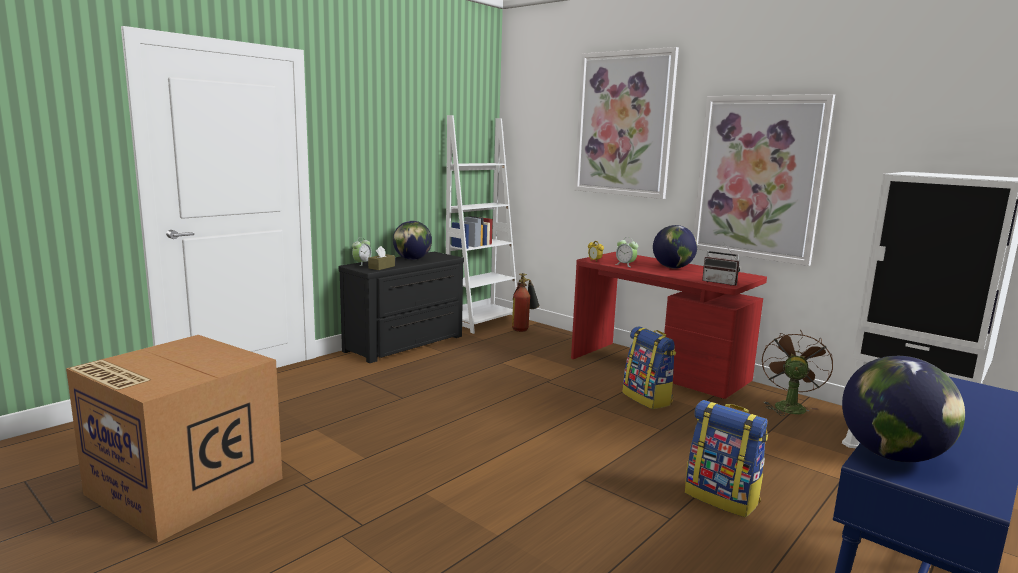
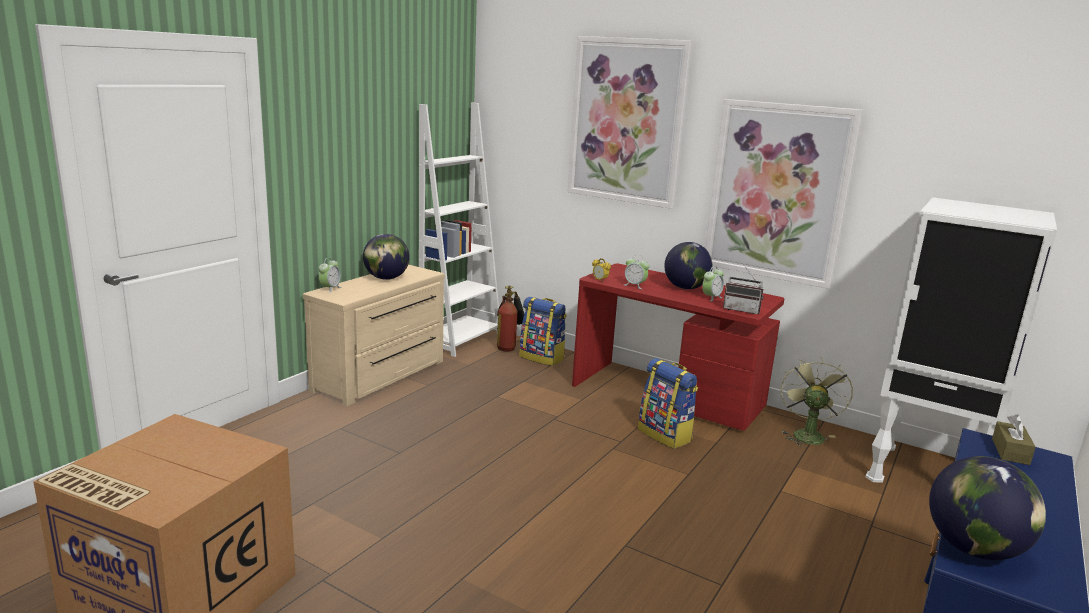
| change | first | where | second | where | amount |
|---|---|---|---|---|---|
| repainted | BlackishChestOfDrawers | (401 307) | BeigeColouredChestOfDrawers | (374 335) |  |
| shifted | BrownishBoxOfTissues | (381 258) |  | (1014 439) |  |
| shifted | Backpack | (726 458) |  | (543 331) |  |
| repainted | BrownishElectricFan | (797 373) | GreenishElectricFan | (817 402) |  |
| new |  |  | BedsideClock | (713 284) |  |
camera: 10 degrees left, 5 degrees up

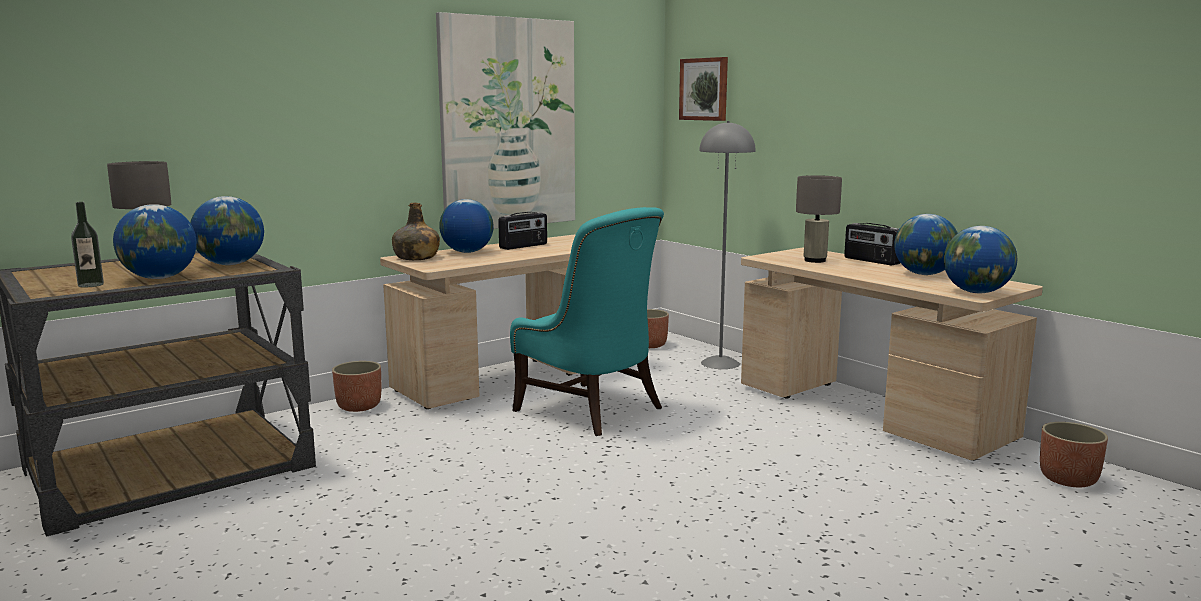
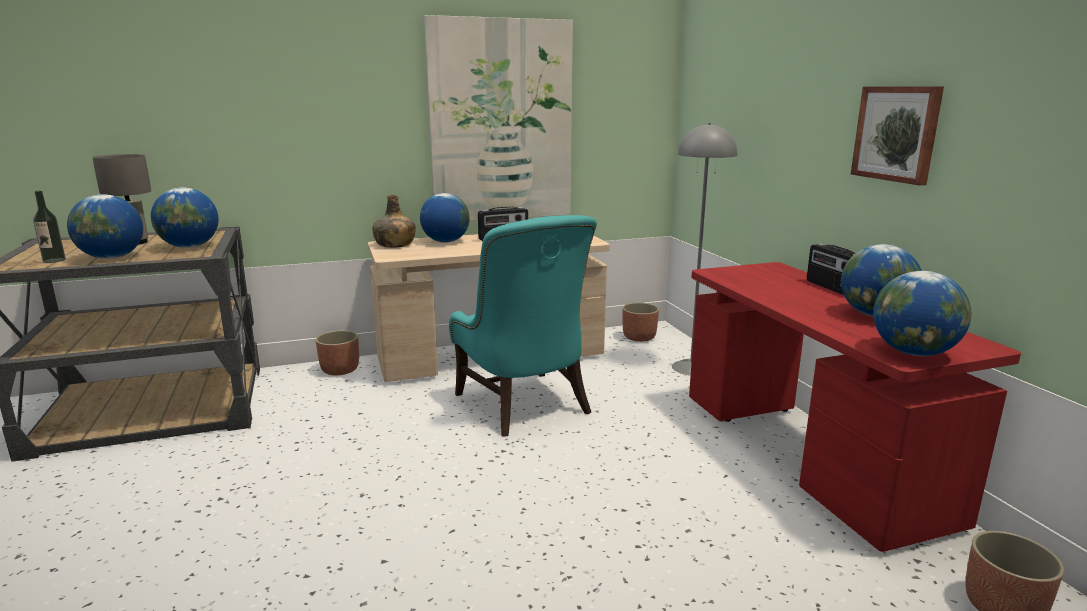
| change | first | where | second | where | amount |
|---|---|---|---|---|---|
| shifted | WallPicture | (703 89) |  | (897 136) |  |
| repainted | BeigeColouredDeskUnit | (892 354) | ReddishDeskUnit | (855 407) |  |
| gone | GrayTabletopLamp | (819 219) |  |  |  |
camera: 20 degrees right, 5 degrees up

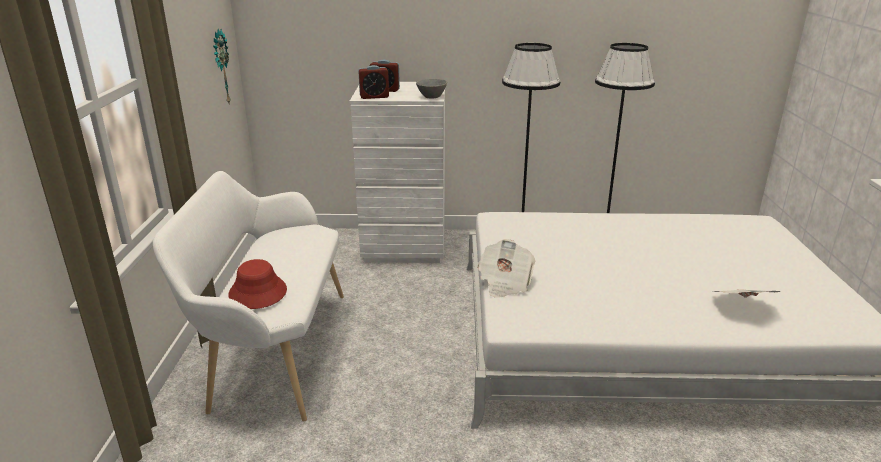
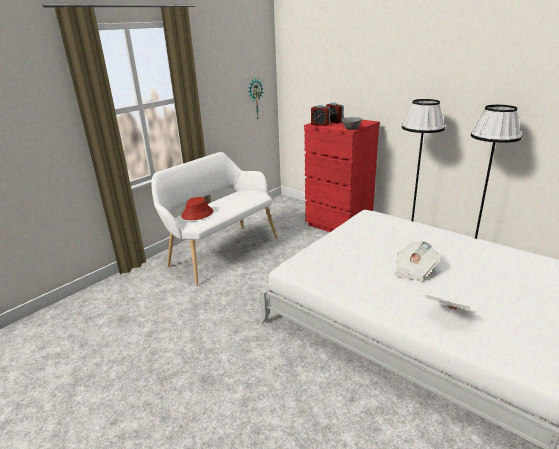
| change | first | where | second | where | amount |
|---|---|---|---|---|---|
| repainted | WhiteChestOfDrawers | (397 172) | ReddishChestOfDrawers | (342 174) |  |
| shifted | DailyPaper | (506 268) |  | (417 261) |  |
camera: 40 degrees right, 0 degrees up

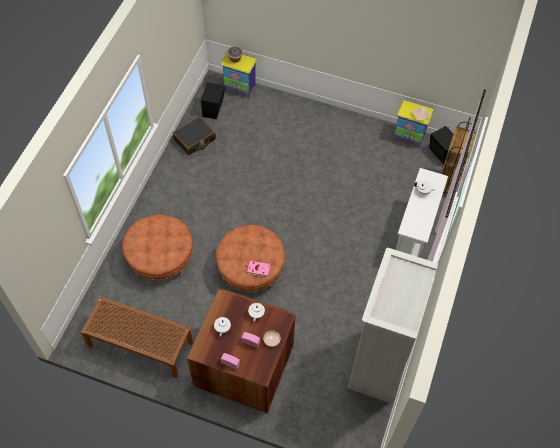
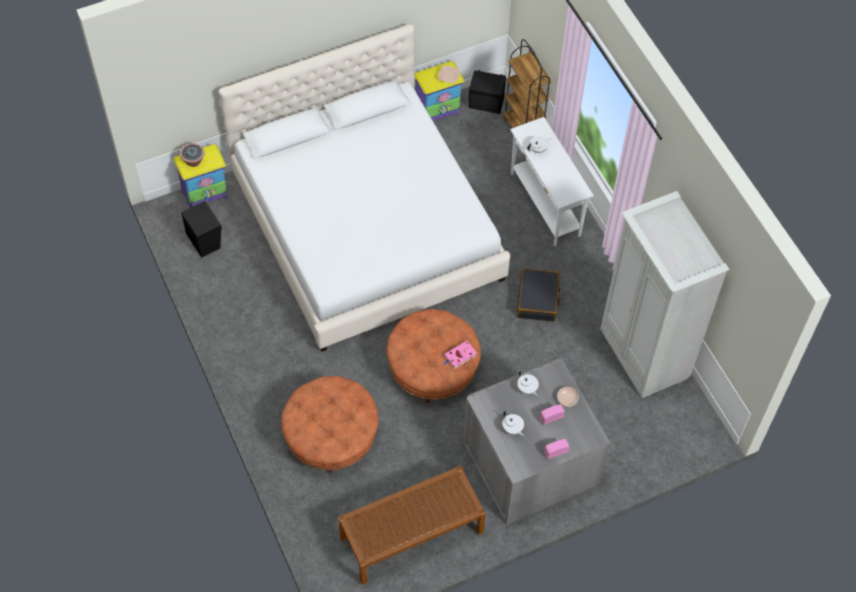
| change | first | where | second | where | amount |
|---|---|---|---|---|---|
| shifted | BlackishTravelCase | (194 135) |  | (539 295) |  |
| repainted | BrownishChestOfDrawers | (241 351) | GrayChestOfDrawers | (536 442) |  |
| new |  |  | WhiteBed | (364 188) |  |
camera: 45 degrees left, 0 degrees up

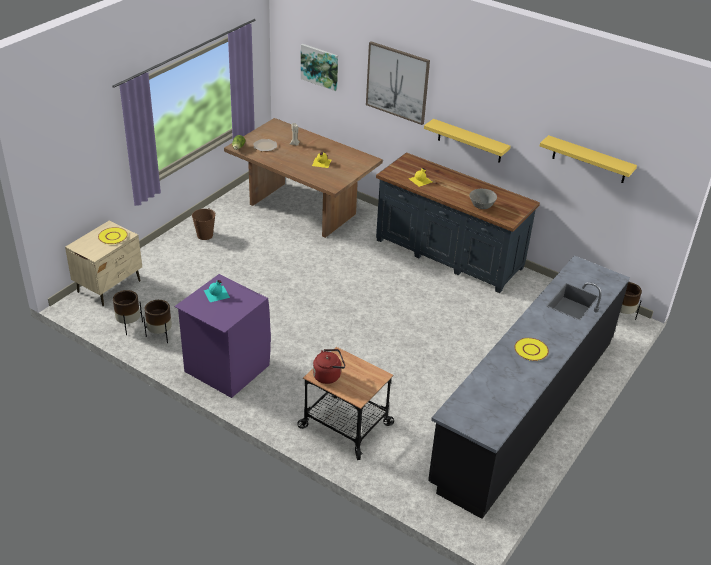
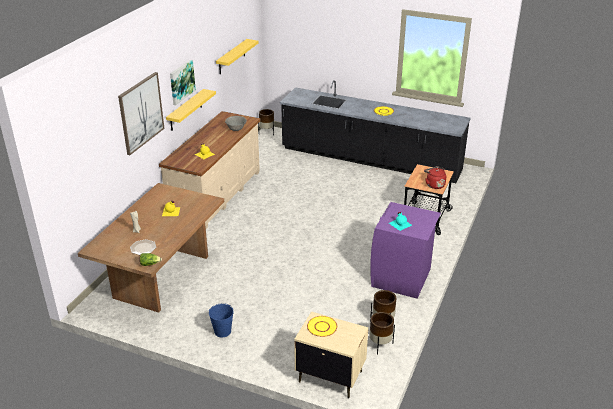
| change | first | where | second | where | amount |
|---|---|---|---|---|---|
| repainted | BrownishPail | (204 224) | BluePail | (221 320) |  |
| shifted | WallPicture | (319 67) |  | (183 82) |  |
| repainted | BlueChestOfDrawers | (458 222) | BeigeColouredChestOfDrawers | (210 170) |  |
camera: 100 degrees left, 5 degrees down

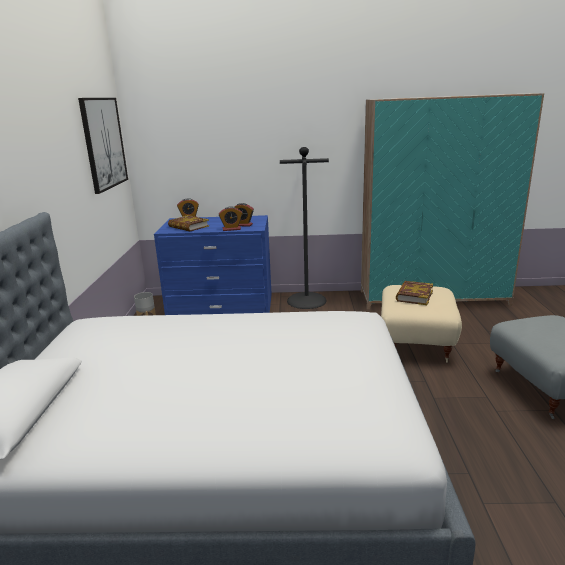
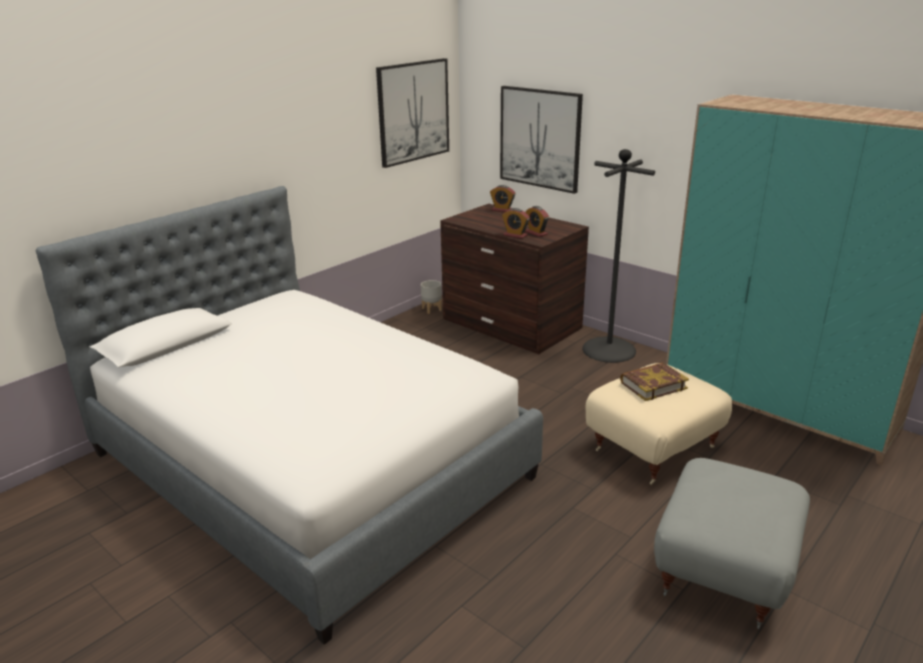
| change | first | where | second | where | amount |
|---|---|---|---|---|---|
| repainted | BlueChestOfDrawers | (213 265) | BrownishChestOfDrawers | (514 279) |  |
| gone | Volume | (188 223) |  |  |  |
| new |  |  | WallPicture | (541 140) |  |
camera: 40 degrees right, 5 degrees up

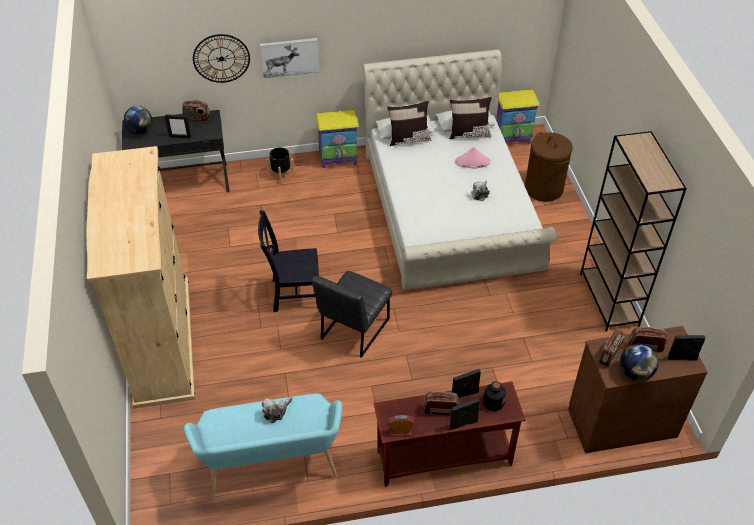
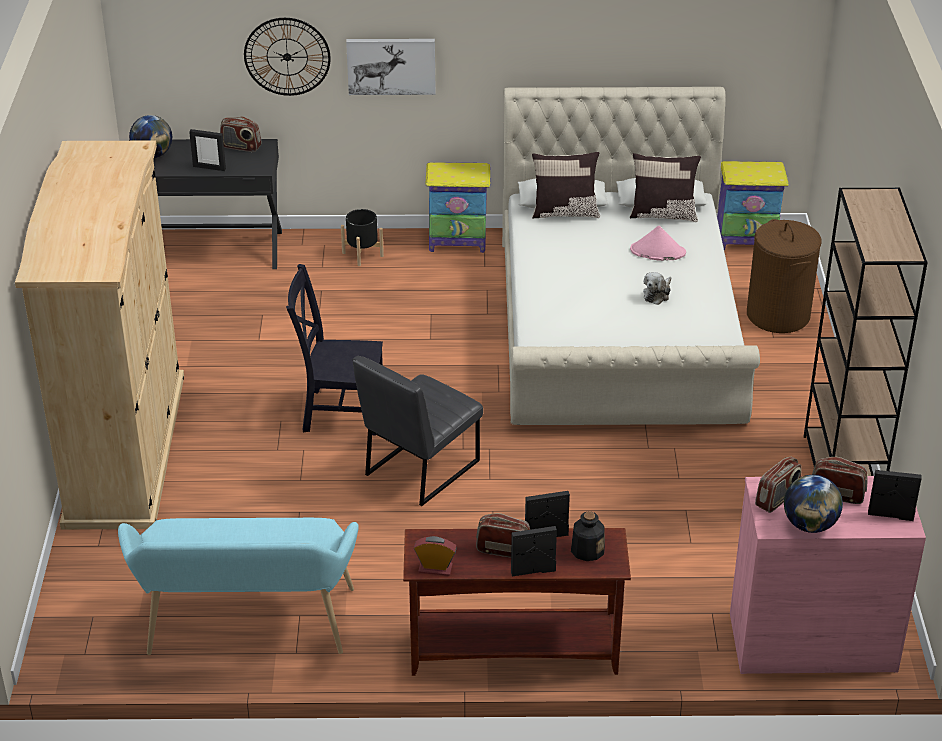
| change | first | where | second | where | amount |
|---|---|---|---|---|---|
| gone | PlushToy | (277 410) |  |  |  |
| repainted | BrownishChestOfDrawers | (637 390) | PinkColouredChestOfDrawers | (828 575) |  |
camera: 10 degrees right, 10 degrees down

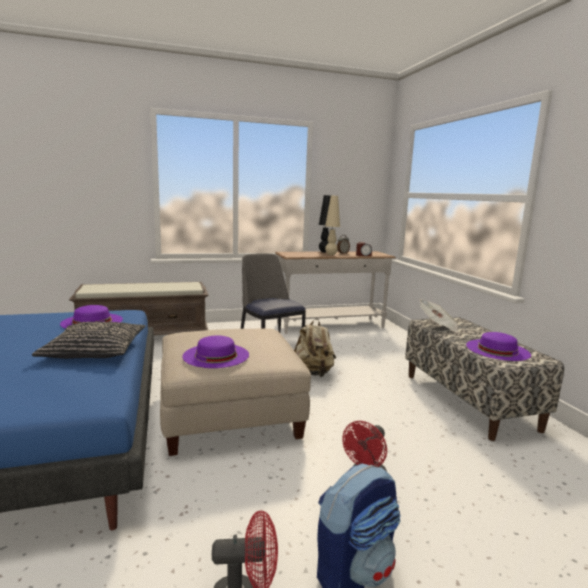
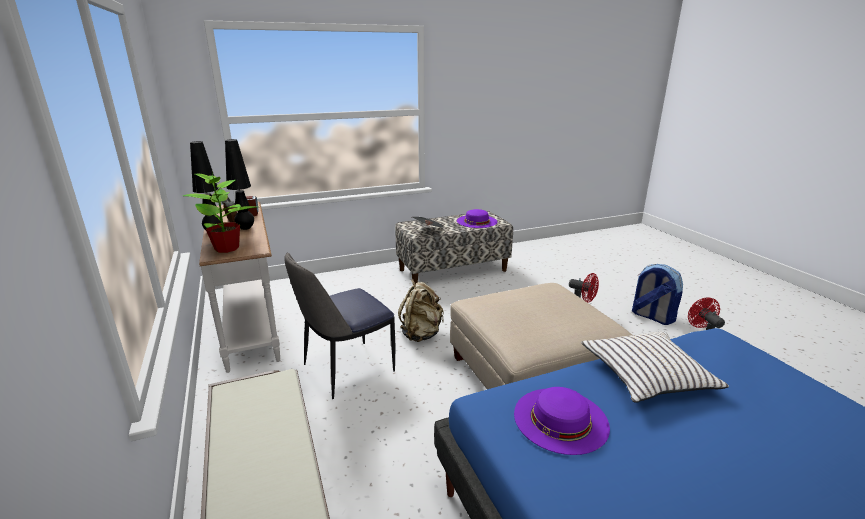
| change | first | where | second | where | amount |
|---|---|---|---|---|---|
| repainted | BlackishCushion | (88 340) | WhiteCushion | (655 367) |  |
| gone | PurplishHat | (215 351) |  |  |  |
| repainted | BeigeColouredTabletopLamp | (332 225) | BlackishTabletopLamp | (239 184) |  |
| new |  |  | PottedPlant | (220 213) |  |
camera: 95 degrees left, 10 degrees up

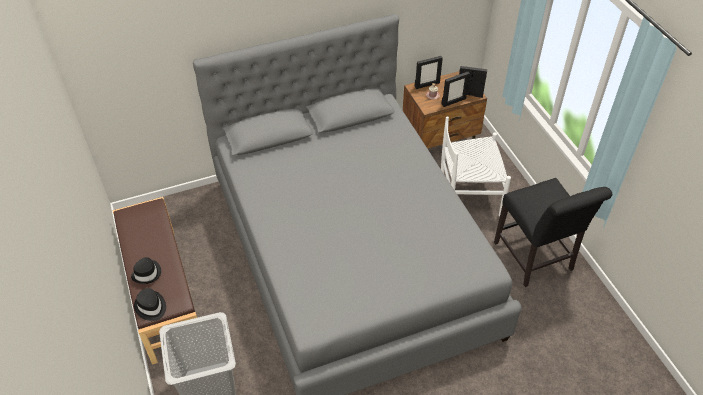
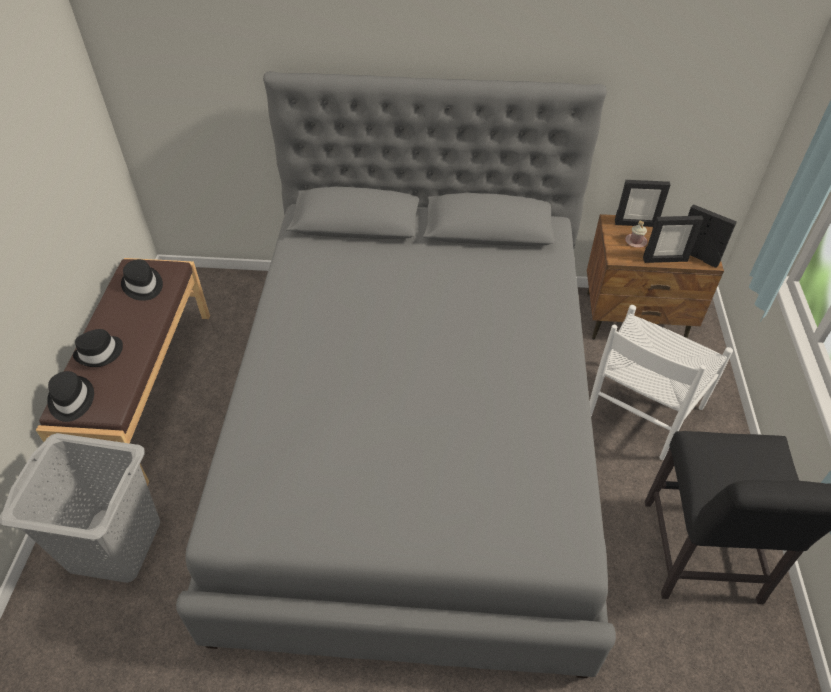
| change | first | where | second | where | amount |
|---|---|---|---|---|---|
| rotated | WhiteChair | (476 166) |  | (661 382) | 75 degrees counterclockwise |
| new |  |  | BlackishHat | (142 280) |  |
camera: 25 degrees right, 0 degrees up

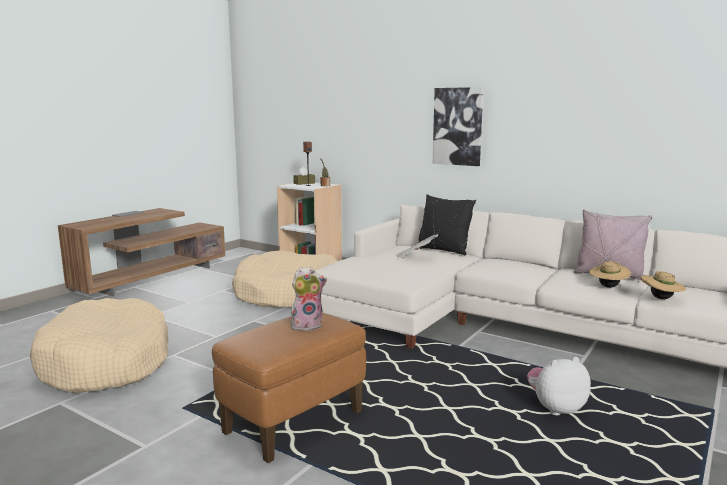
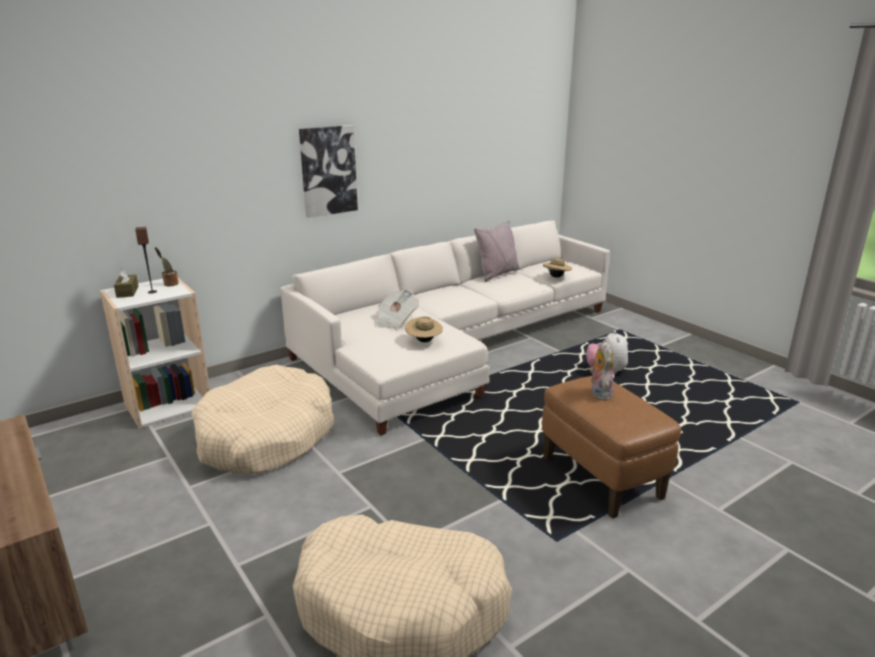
| change | first | where | second | where | amount |
|---|---|---|---|---|---|
| gone | BlackishCushion | (447 224) |  |  |  |
| shifted | BeigeColouredHat | (610 274) |  | (424 329) |  |
camera: 70 degrees left, 10 degrees up

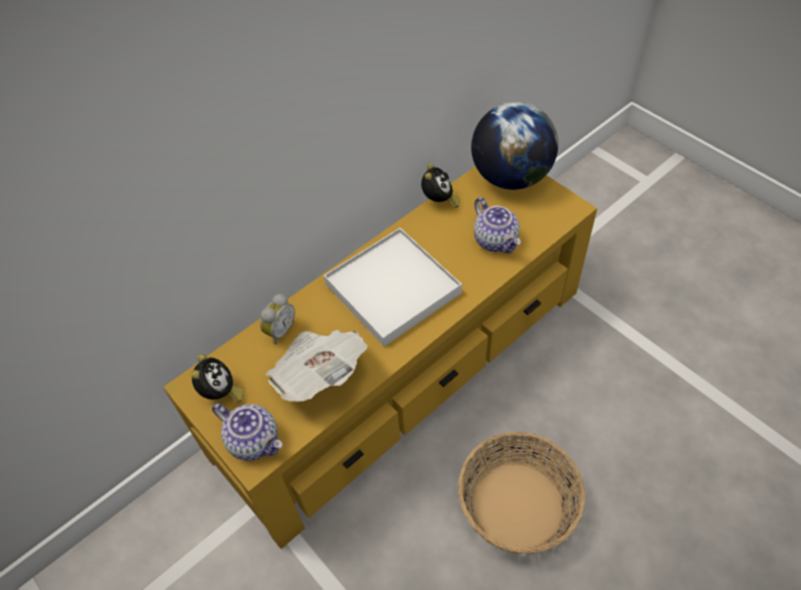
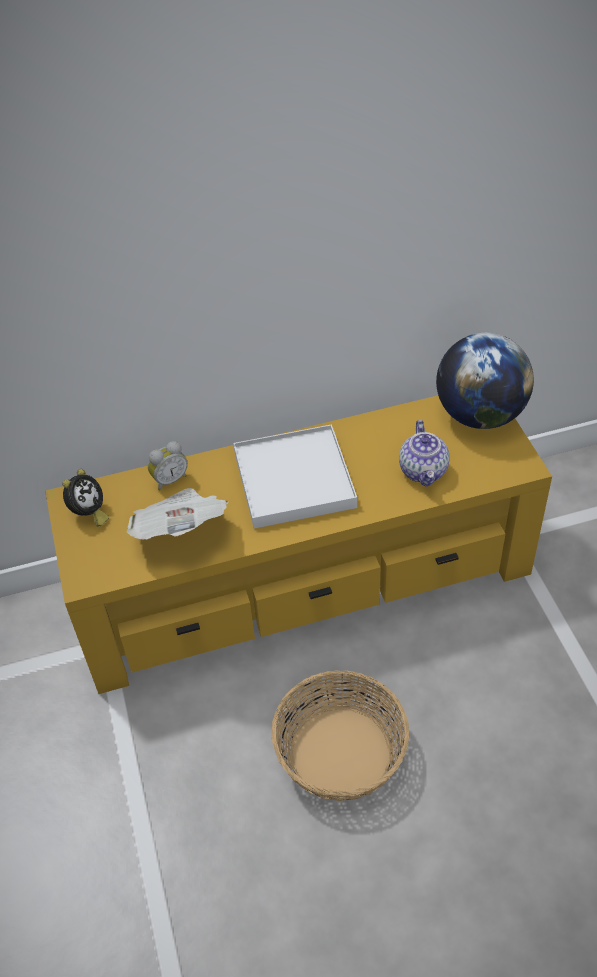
| change | first | where | second | where | amount |
|---|---|---|---|---|---|
| gone | PotForTea | (247 432) |  |  |  |
| gone | BedsideClock | (440 185) |  |  |  |
camera: 25 degrees right, 5 degrees down

